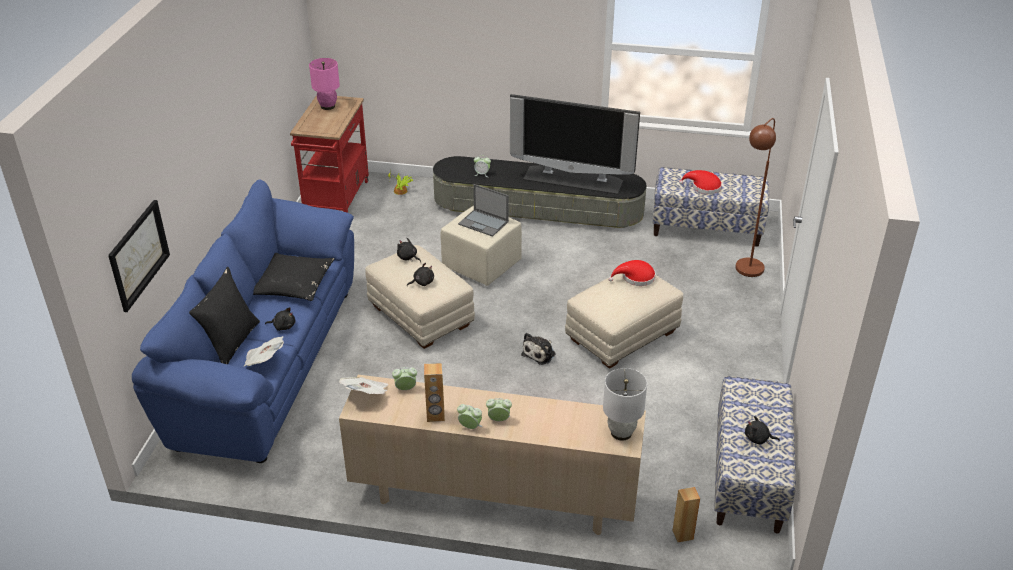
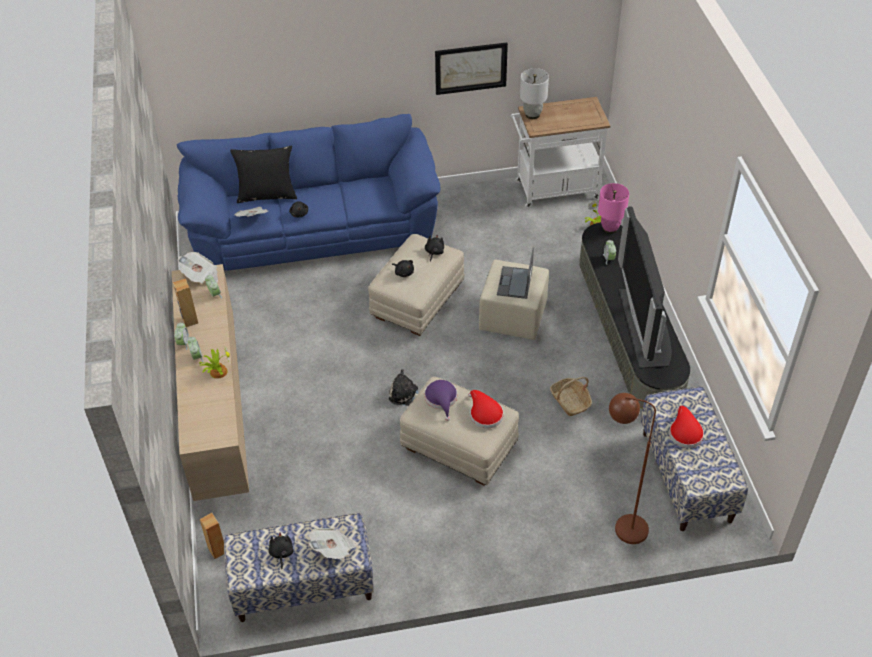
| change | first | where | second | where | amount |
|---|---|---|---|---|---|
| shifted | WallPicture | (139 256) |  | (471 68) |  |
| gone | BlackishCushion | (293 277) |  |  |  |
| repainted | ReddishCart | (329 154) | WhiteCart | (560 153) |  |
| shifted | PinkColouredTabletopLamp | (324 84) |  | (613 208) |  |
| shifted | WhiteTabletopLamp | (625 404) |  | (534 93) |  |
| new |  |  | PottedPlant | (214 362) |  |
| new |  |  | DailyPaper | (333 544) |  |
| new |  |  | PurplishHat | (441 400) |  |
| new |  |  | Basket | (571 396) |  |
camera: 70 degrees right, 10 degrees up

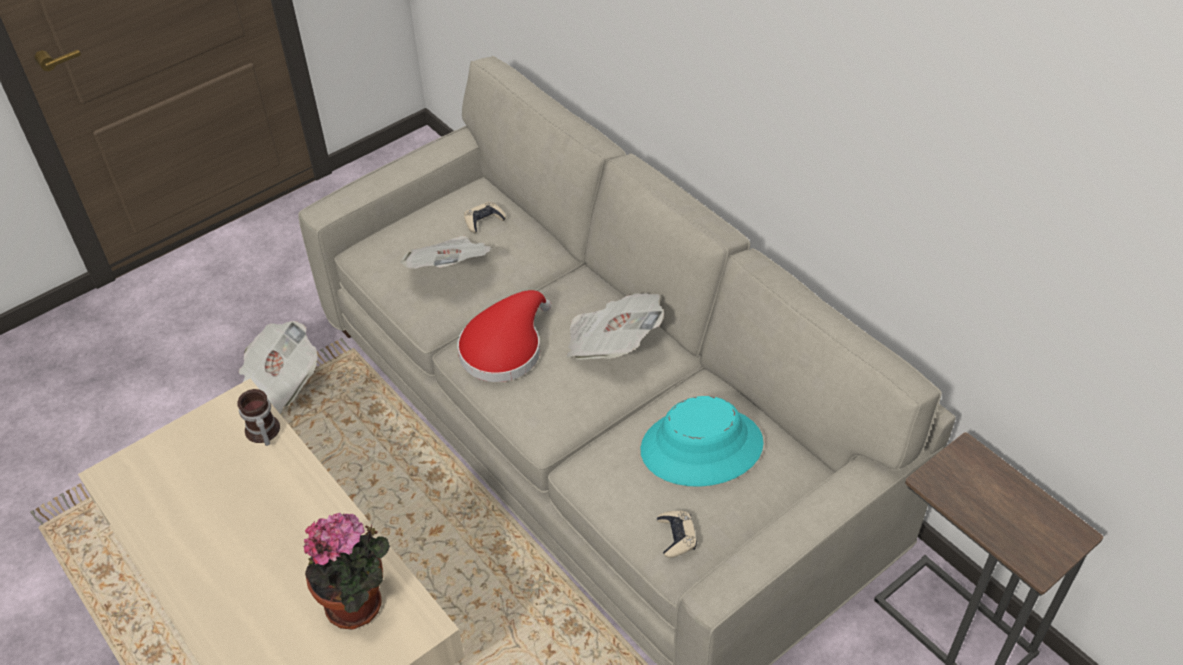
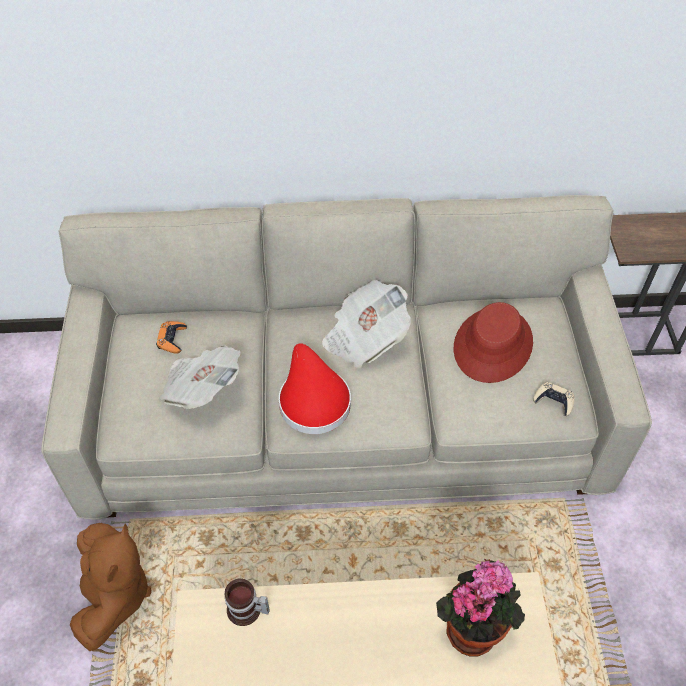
| change | first | where | second | where | amount |
|---|---|---|---|---|---|
| swapped | DailyPaper | (278 368) | BrownishPlushToy | (110 587) |  |
| repainted | BeigeColouredGameController | (485 217) | OrangeColouredGameController | (171 337) |  |
| repainted | TurquoiseHat | (702 441) | ReddishHat | (493 342) |  |
camera: 55 degrees left, 5 degrees up

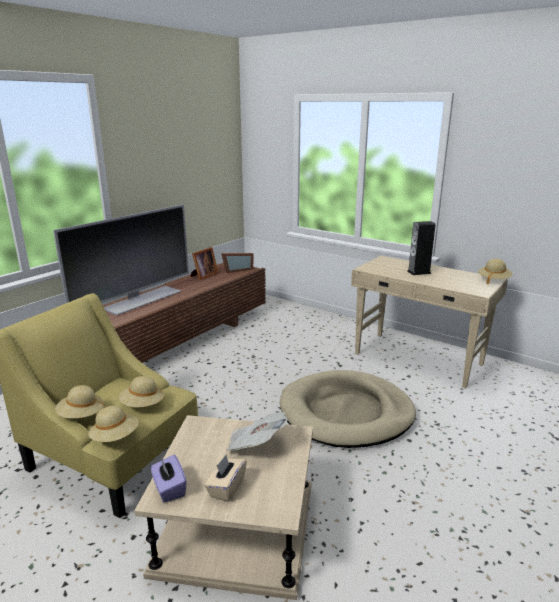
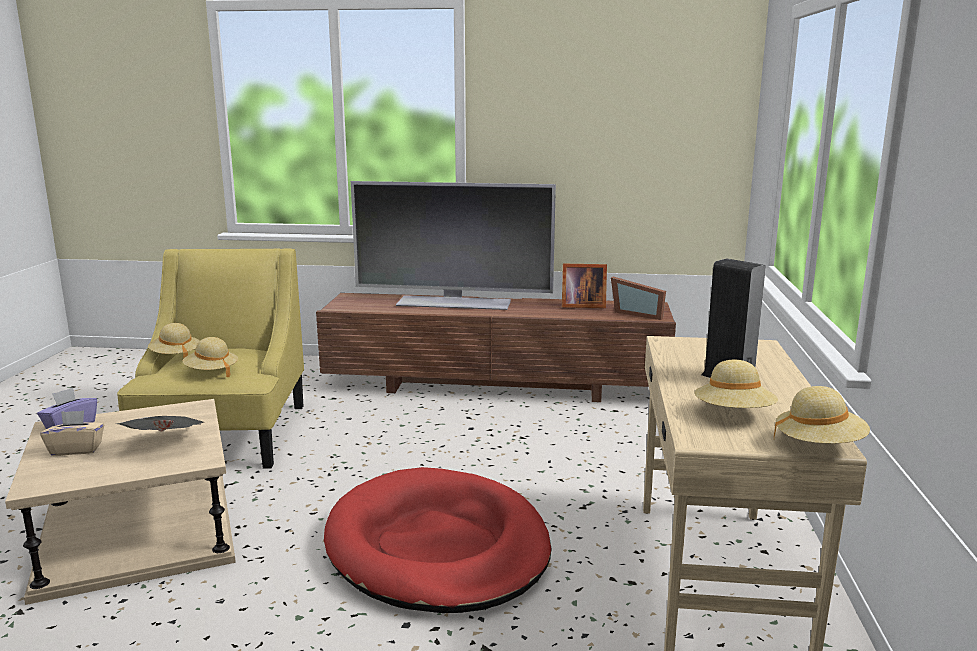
| change | first | where | second | where | amount |
|---|---|---|---|---|---|
| shifted | BeigeColouredHat | (113 424) |  | (736 384) |  |
| repainted | BeigeColouredPetBed | (348 409) | ReddishPetBed | (438 540) |  |
camera: 60 degrees right, 5 degrees down

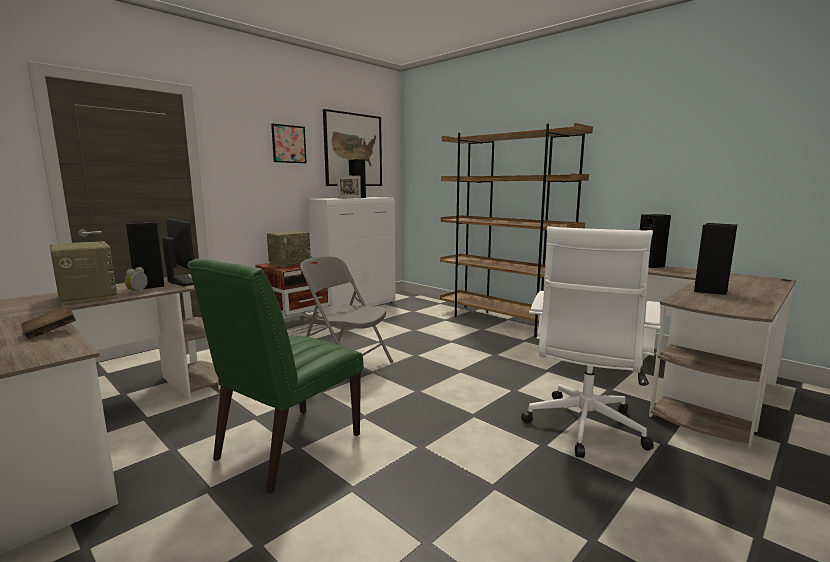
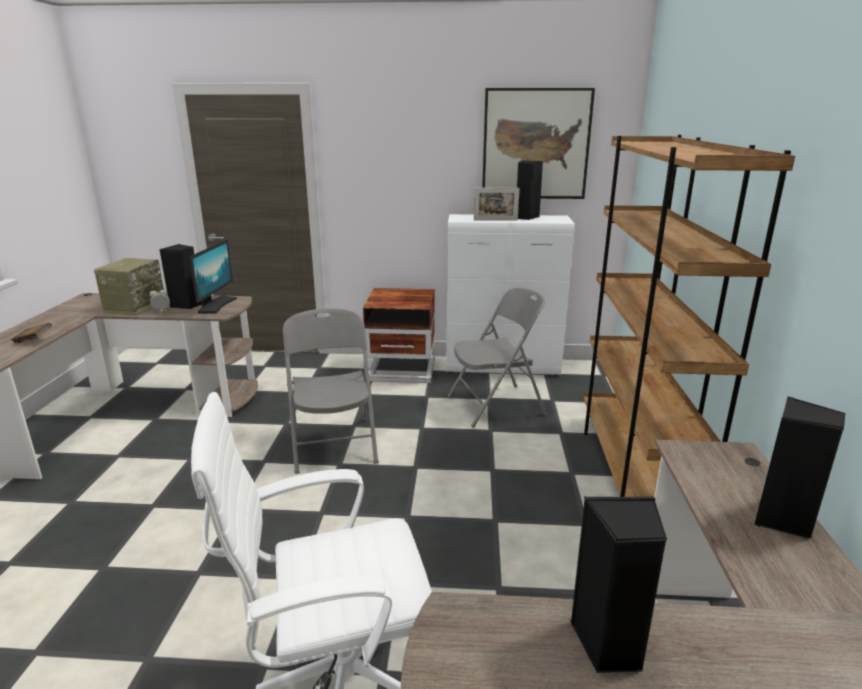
| change | first | where | second | where | amount |
|---|---|---|---|---|---|
| gone | GreenishChair | (276 376) |  |  |  |
| gone | Radio | (290 249) |  |  |  |
| gone | WallPicture | (289 143) |  |  |  |
| new |  |  | GrayChair | (497 358) |  |
camera: 50 degrees right, 10 degrees up

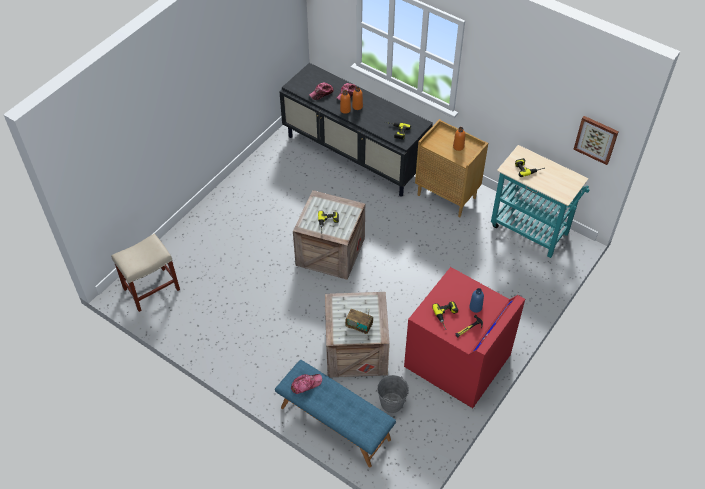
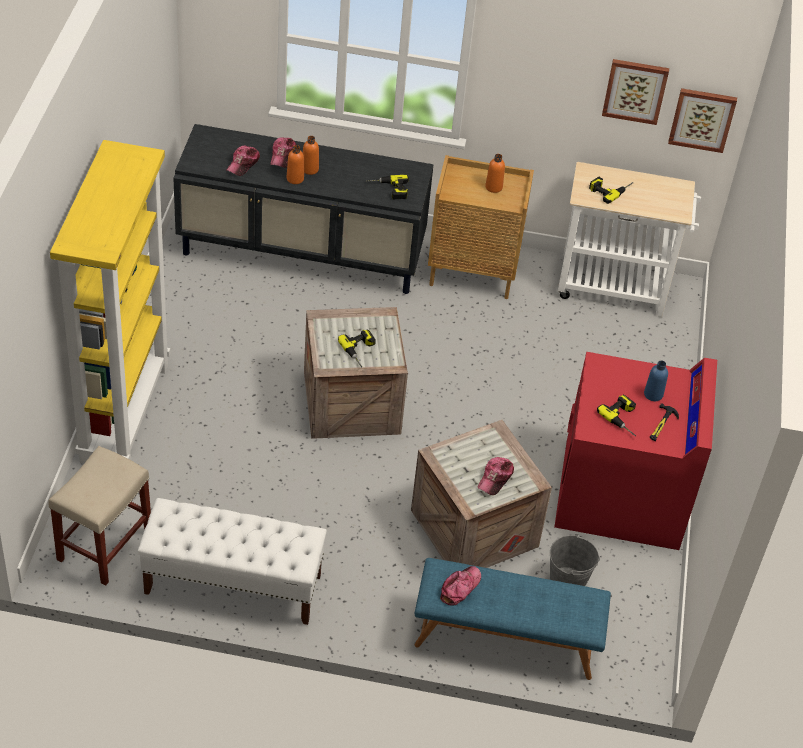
| change | first | where | second | where | amount |
|---|---|---|---|---|---|
| swapped | Radio | (359 321) | Cap | (495 476) |  |
| repainted | TurquoiseCart | (540 201) | WhiteCart | (629 239) |  |
| new |  |  | YellowBookshelf | (110 302) |  |
| new |  |  | WhiteIndoorBench | (232 561) |  |
| new |  |  | WallPicture | (635 92) |  |
camera: 30 degrees left, 5 degrees down

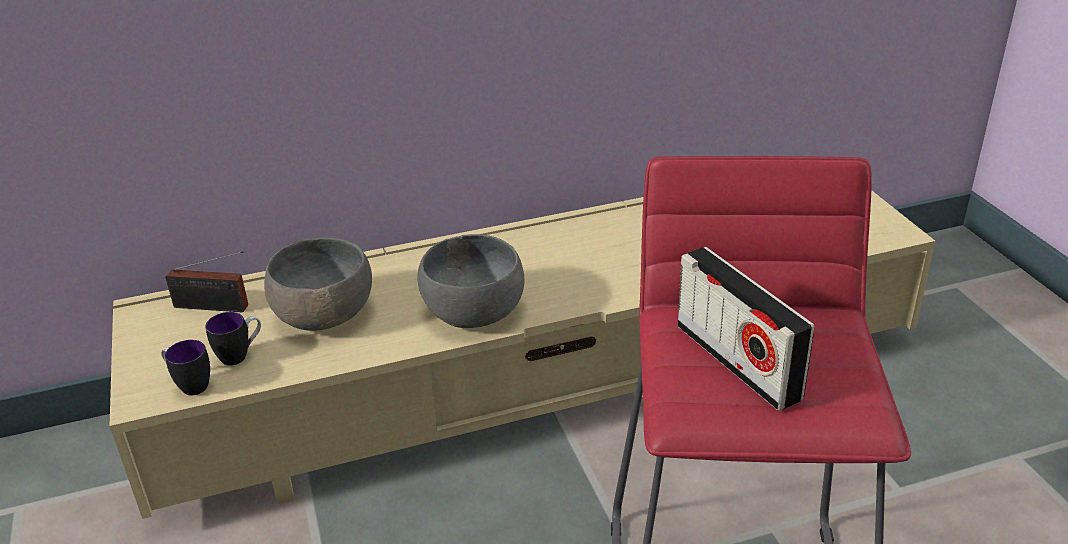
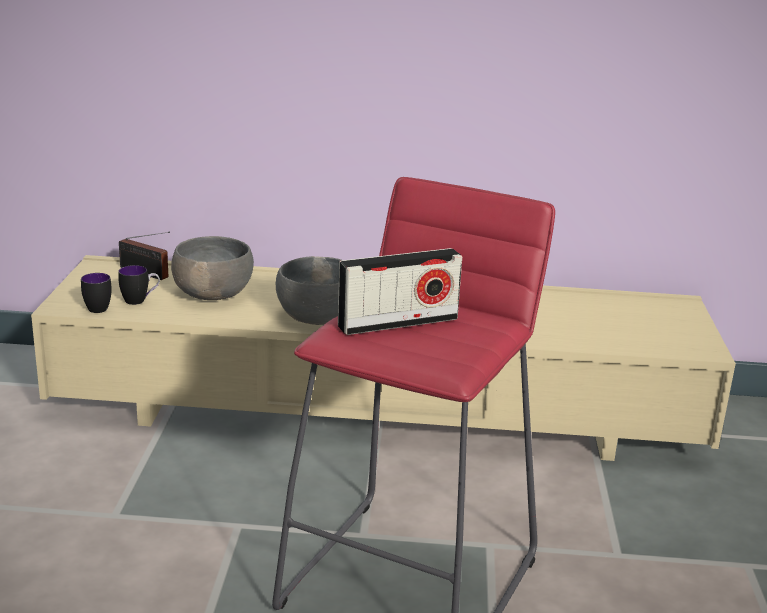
| change | first | where | second | where | amount |
|---|---|---|---|---|---|
| rotated | Radio | (745 329) |  | (400 291) | 105 degrees counterclockwise |
camera: 20 degrees right, 10 degrees down

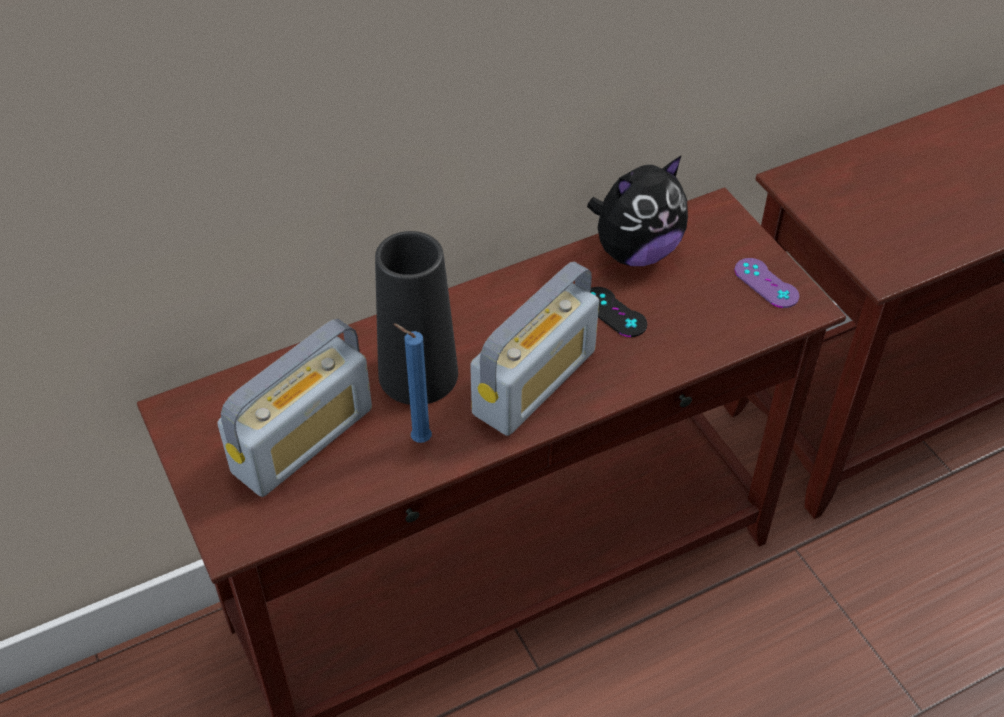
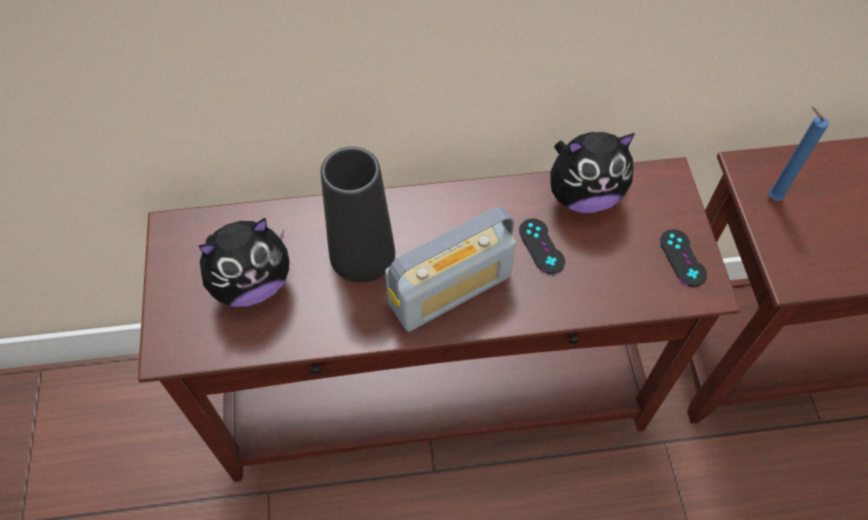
| change | first | where | second | where | amount |
|---|---|---|---|---|---|
| swapped | Radio | (294 408) | PlushToy | (244 262) |  |
| shifted | BlueWaxLight | (412 383) |  | (799 154) |  |
| repainted | PurplishGameController | (767 283) | BlackishGameController | (683 258) |  |
camera: 20 degrees right, 10 degrees up

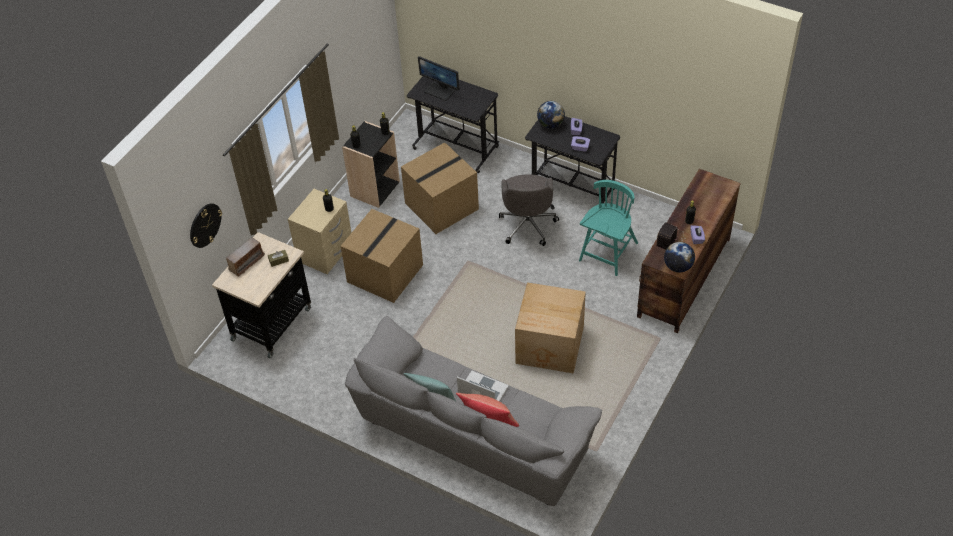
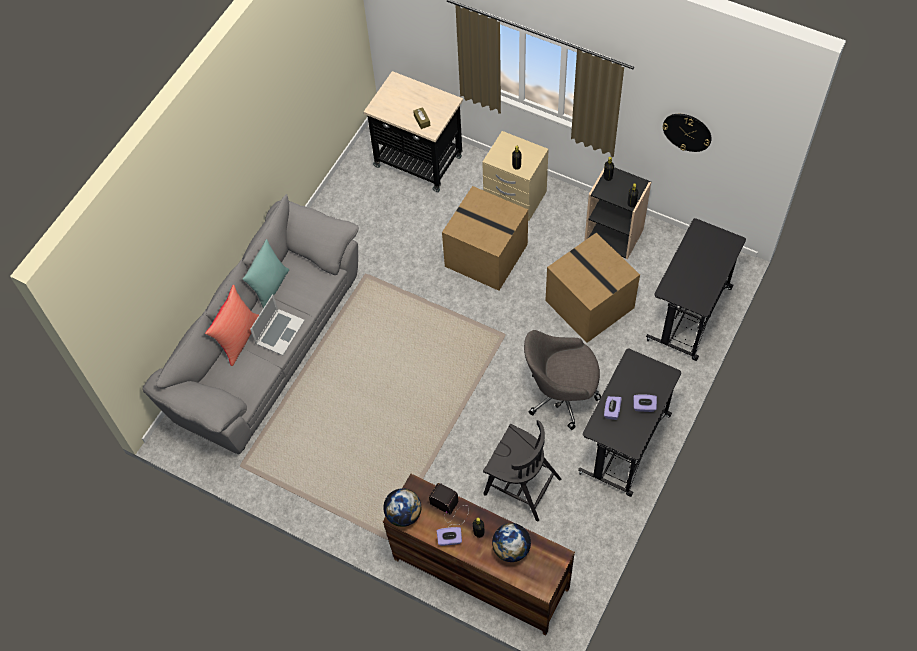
| change | first | where | second | where | amount |
|---|---|---|---|---|---|
| shifted | WallClock | (206 225) |  | (687 133) |  |
| gone | Radio | (245 256) |  |  |  |
| gone | ComputerDisplay | (438 78) |  |  |  |
| gone | PackingBox | (550 327) |  |  |  |
| shifted | WorldGlobe | (551 115) |  | (511 542) |  |
| repainted | TurquoiseChair | (608 228) | BlackishChair | (522 470) |  |
camera: 90 degrees right, 10 degrees up

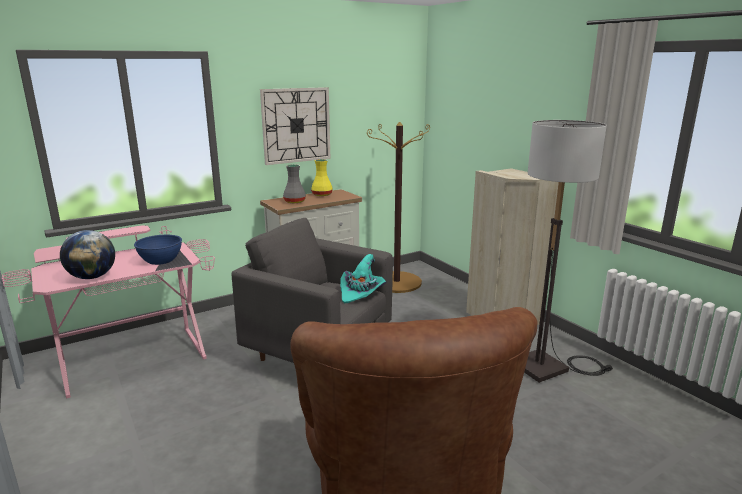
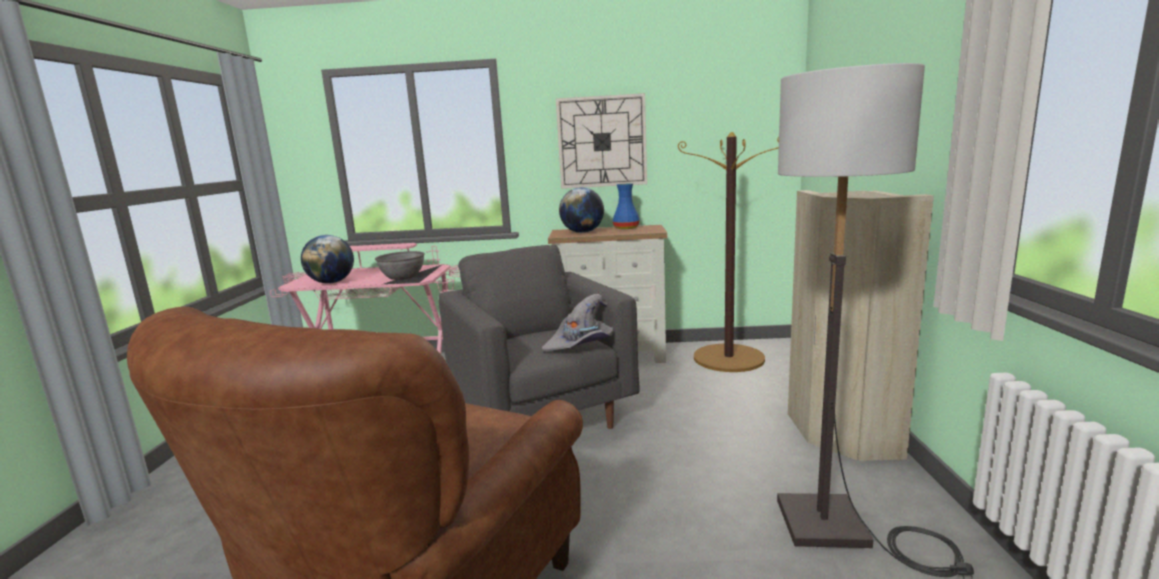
| change | first | where | second | where | amount |
|---|---|---|---|---|---|
| repainted | BlueServingBowl | (158 250) | GrayServingBowl | (400 265) |  |
| swapped | GrayDecorativeVase | (294 183) | WorldGlobe | (581 210) |  |
| repainted | YellowDecorativeVase | (322 177) | BlueDecorativeVase | (626 206) |  |
| repainted | TurquoiseHat | (363 278) | GrayHat | (577 323) |  |
camera: 35 degrees right, 5 degrees down

